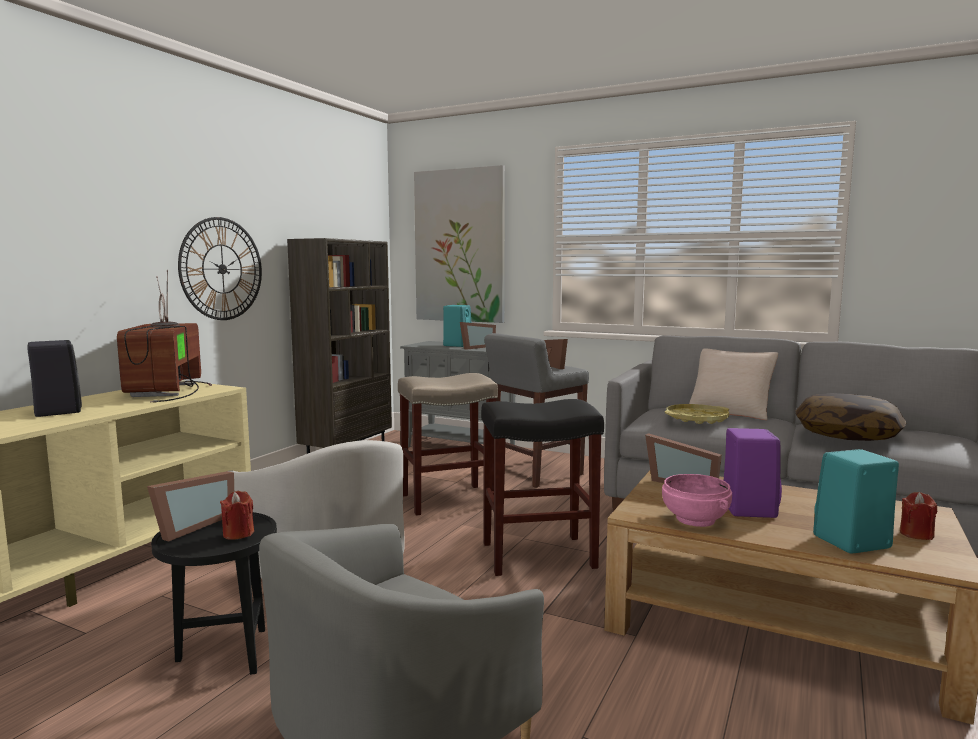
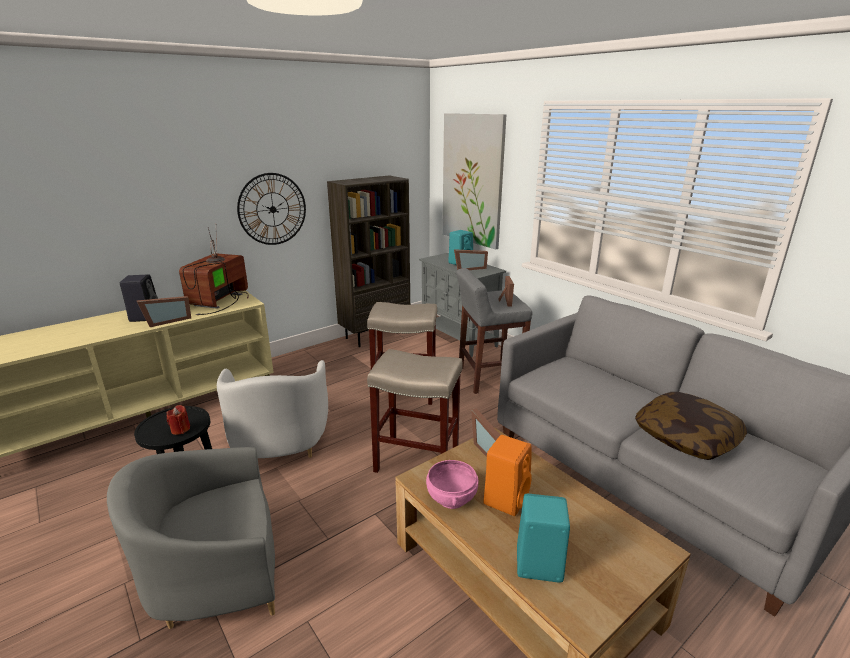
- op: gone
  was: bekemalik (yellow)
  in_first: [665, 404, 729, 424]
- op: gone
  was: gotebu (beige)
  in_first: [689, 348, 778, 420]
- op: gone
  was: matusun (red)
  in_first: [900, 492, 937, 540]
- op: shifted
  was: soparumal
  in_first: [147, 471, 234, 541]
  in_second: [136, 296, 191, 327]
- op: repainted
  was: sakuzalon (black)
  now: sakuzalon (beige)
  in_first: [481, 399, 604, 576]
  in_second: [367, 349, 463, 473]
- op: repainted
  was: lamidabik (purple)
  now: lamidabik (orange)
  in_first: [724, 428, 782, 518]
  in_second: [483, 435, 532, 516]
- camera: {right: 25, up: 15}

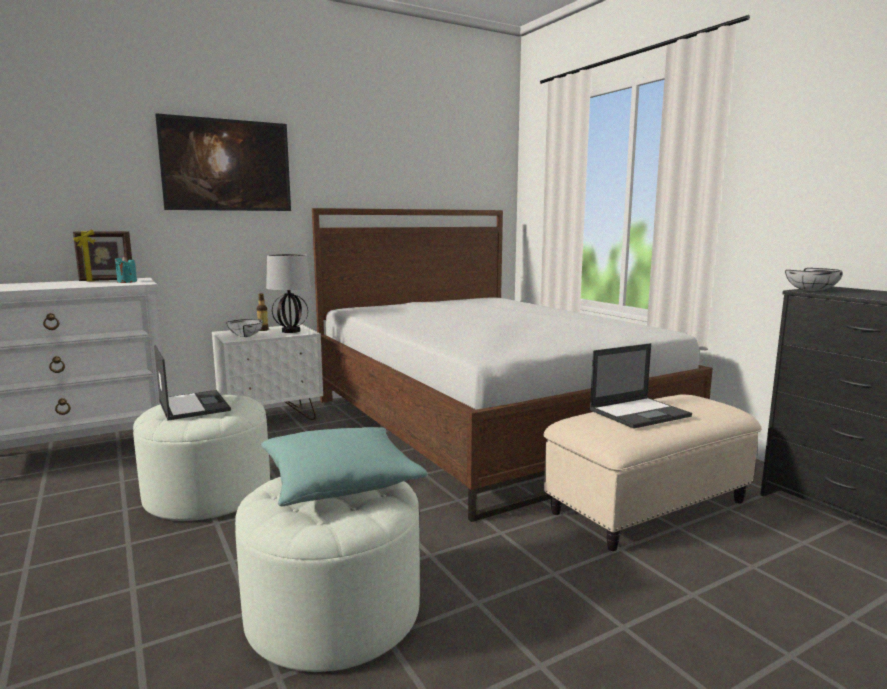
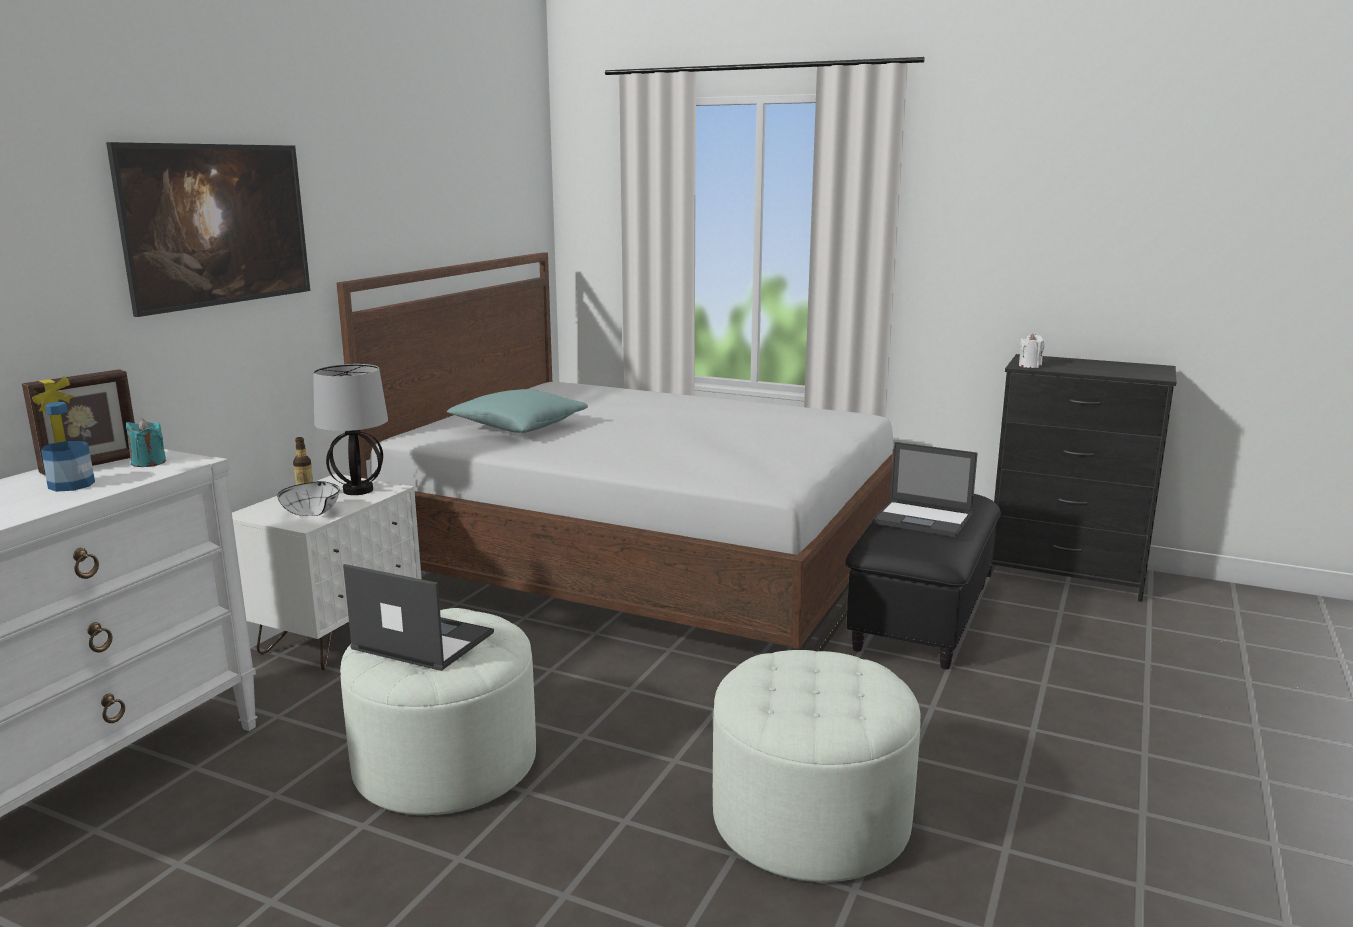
- op: new
  now: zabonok
  in_second: [41, 402, 95, 492]
- op: shifted
  was: gotebu (turquoise)
  in_first: [261, 427, 428, 506]
  in_second: [447, 389, 588, 433]
- op: swapped
  was: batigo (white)
  now: matusun (white)
  in_first: [785, 268, 843, 291]
  in_second: [1019, 333, 1045, 368]
- op: repainted
  was: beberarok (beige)
  now: beberarok (black)
  in_first: [543, 395, 762, 551]
  in_second: [845, 494, 1001, 670]
- op: rotated
  was: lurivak
  in_first: [589, 343, 692, 429]
  in_second: [872, 442, 978, 537]
  clockwise: 90
- camera: {right: -35, up: 5}

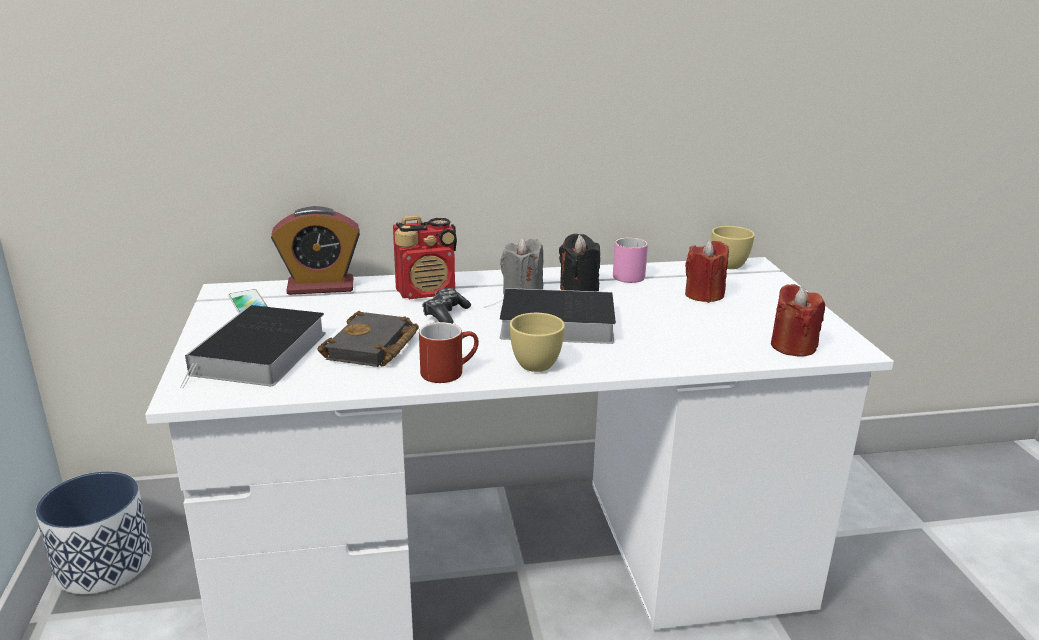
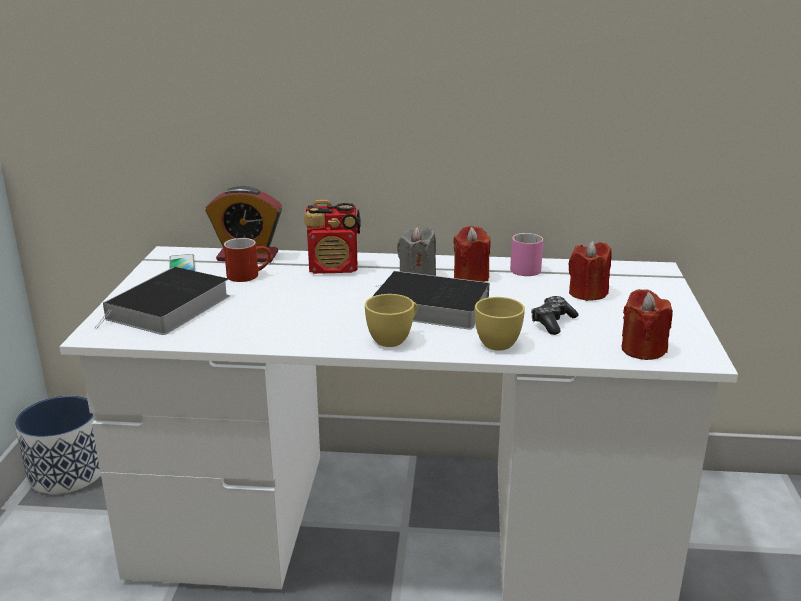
- op: gone
  was: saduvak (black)
  in_first: [317, 311, 419, 367]
- op: shifted
  was: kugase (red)
  in_first: [419, 322, 479, 383]
  in_second: [224, 238, 271, 282]
- op: shifted
  was: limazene
  in_first: [422, 288, 471, 324]
  in_second: [531, 296, 579, 335]
- op: shifted
  was: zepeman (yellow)
  in_first: [711, 226, 755, 269]
  in_second: [475, 297, 525, 351]
- op: repainted
  was: matusun (black)
  now: matusun (red)
  in_first: [559, 234, 600, 291]
  in_second: [453, 226, 491, 282]
- camera: {right: 15, up: 0}

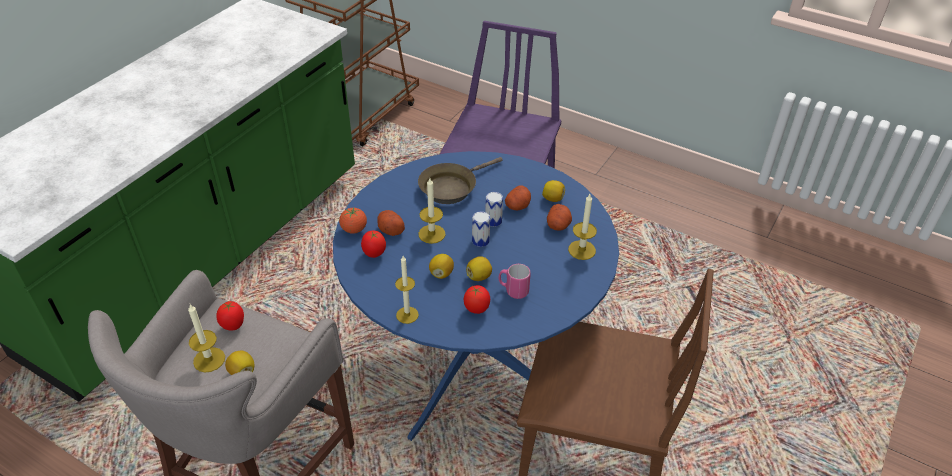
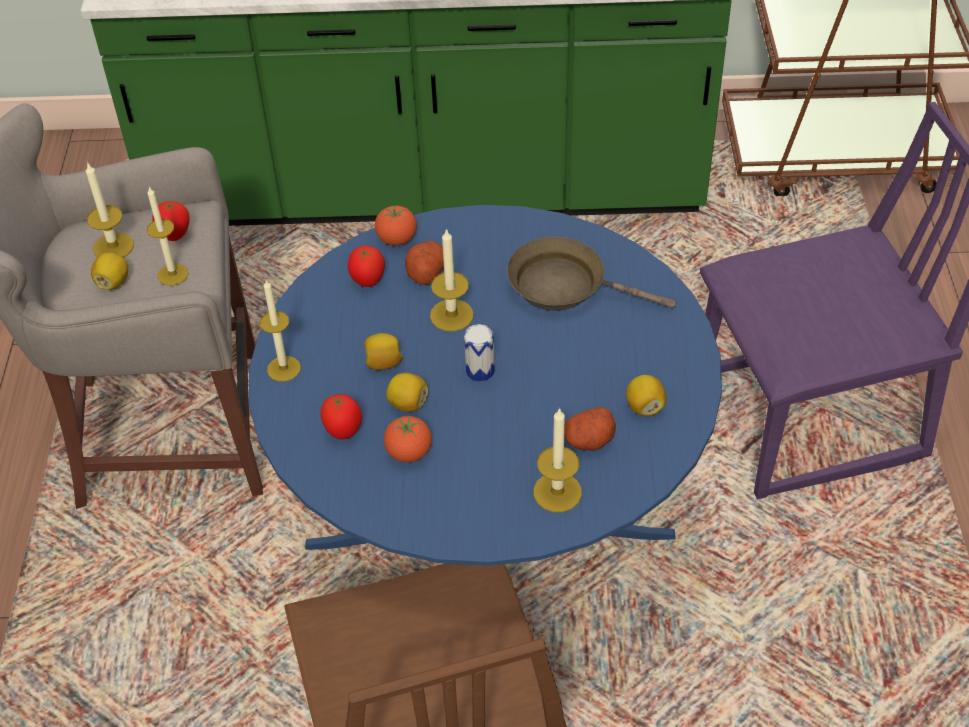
- op: gone
  was: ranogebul
  in_first: [485, 192, 503, 227]
- op: gone
  was: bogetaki
  in_first: [505, 185, 531, 210]
- op: new
  now: matusun
  in_second: [147, 187, 189, 286]
- op: swapped
  was: kugase (pink)
  now: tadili
  in_first: [498, 264, 531, 299]
  in_second: [384, 416, 432, 462]
- camera: {right: 60, up: 5}

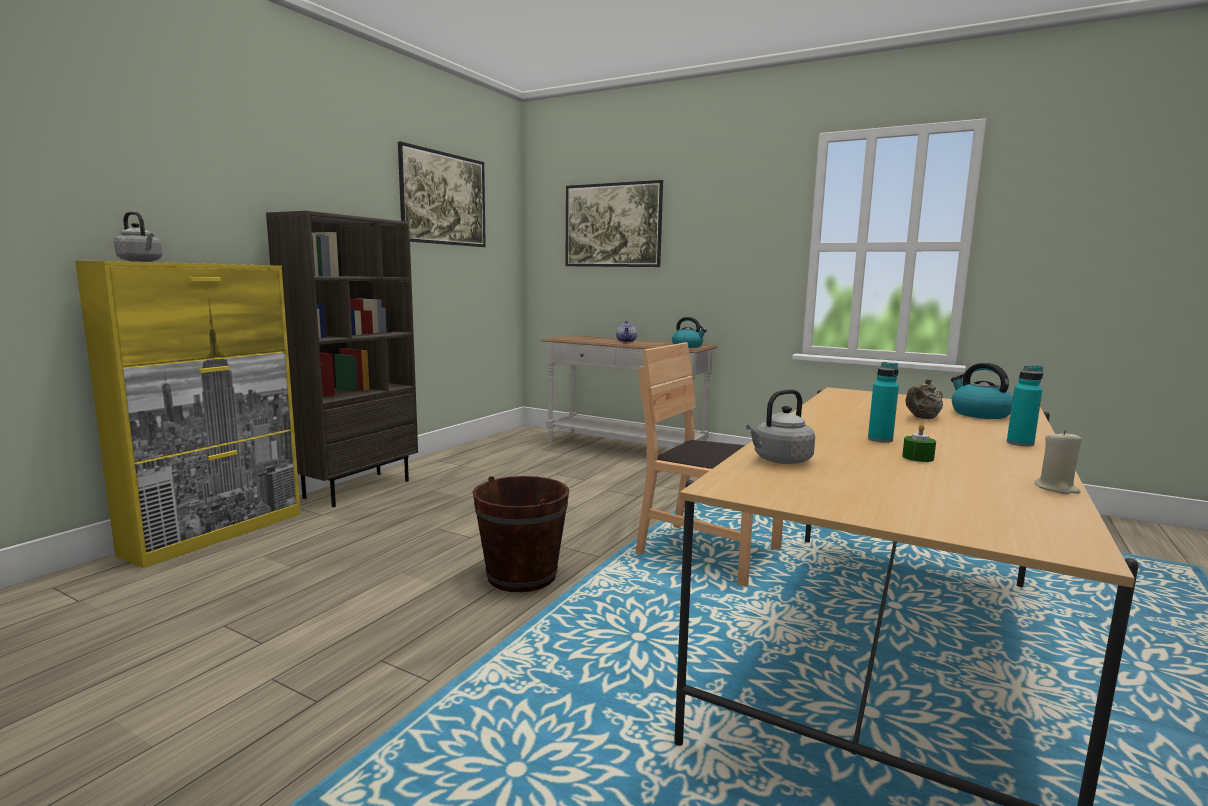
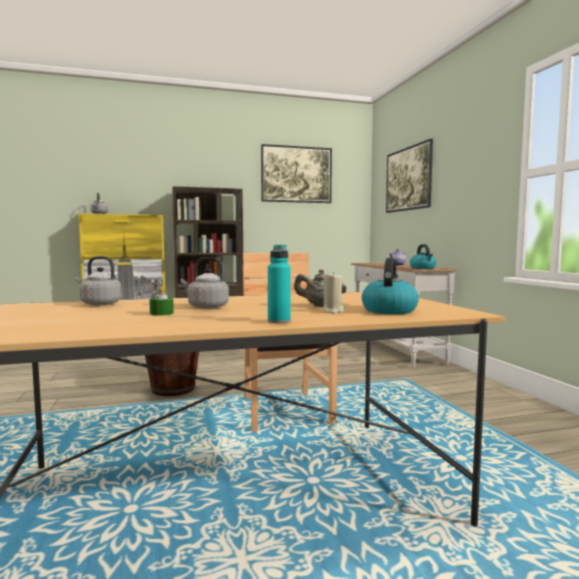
- op: shifted
  was: matusun (beige)
  in_first: [1035, 430, 1082, 494]
  in_second: [321, 272, 345, 314]
- op: swapped
  was: zabonok (turquoise)
  now: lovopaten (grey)
  in_first: [868, 362, 899, 443]
  in_second: [180, 257, 229, 309]
- camera: {right: 45, up: -5}

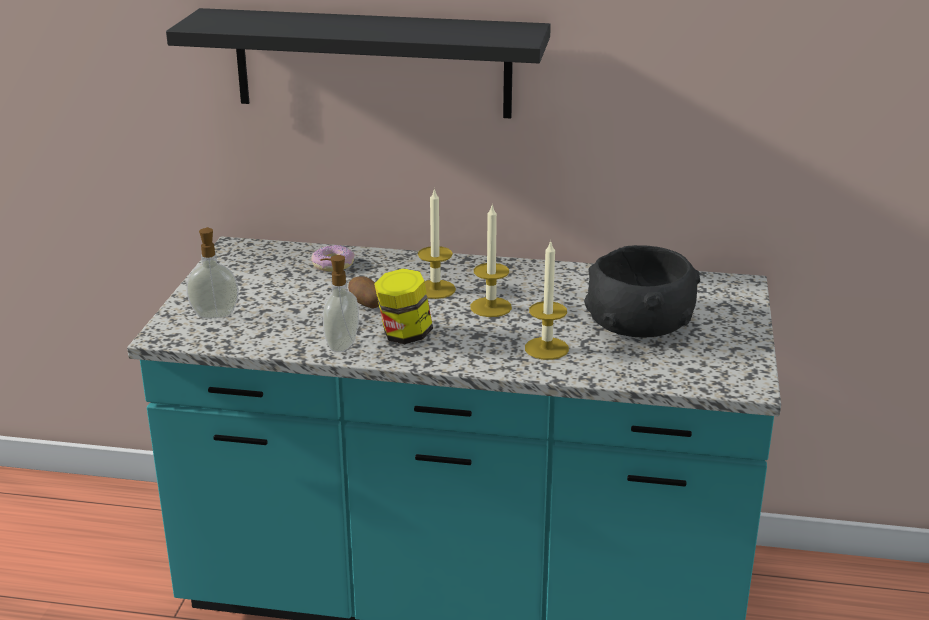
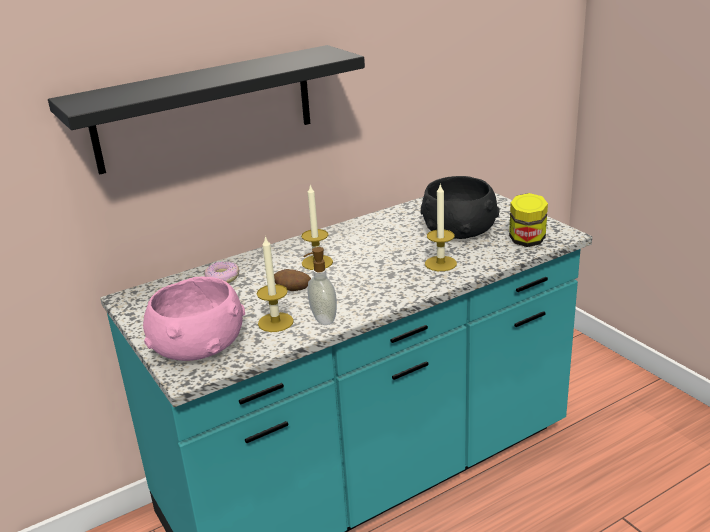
- op: shifted
  was: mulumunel
  in_first: [374, 268, 433, 344]
  in_second: [509, 193, 548, 247]
- op: shifted
  was: matusun
  in_first: [470, 205, 512, 317]
  in_second: [257, 236, 294, 332]
- op: swapped
  was: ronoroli
  now: batigo (pink)
  in_first: [186, 227, 239, 318]
  in_second: [143, 277, 245, 361]
- camera: {right: -40, up: 0}

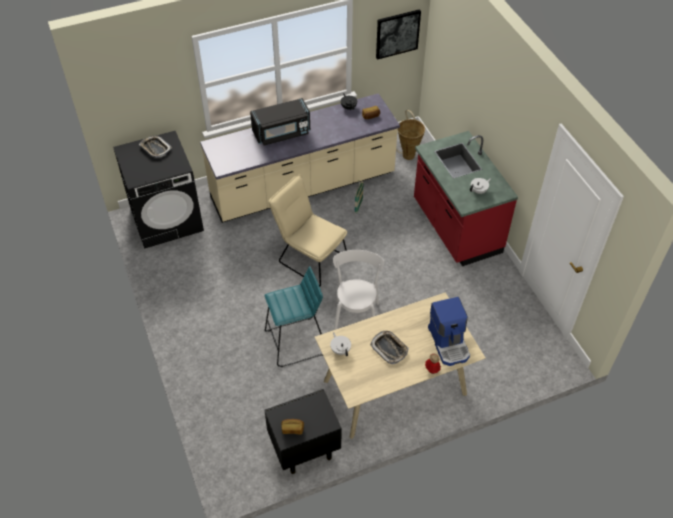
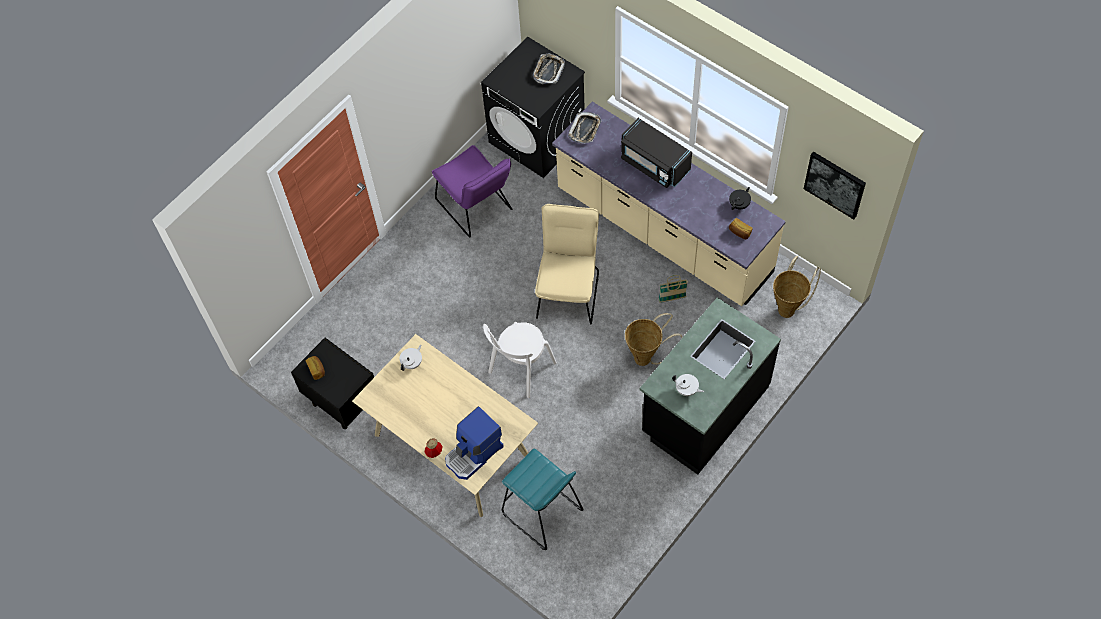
- op: new
  now: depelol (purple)
  in_second: [432, 145, 513, 237]
- op: new
  now: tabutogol
  in_second: [625, 313, 682, 366]
- op: shifted
  was: sakuzalon (turquoise)
  in_first: [264, 266, 323, 367]
  in_second: [502, 449, 584, 550]
- op: shifted
  was: bekemalik
  in_first: [370, 331, 409, 364]
  in_second: [568, 112, 601, 143]
- op: repainted
  was: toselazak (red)
  now: toselazak (black)
  in_first: [414, 131, 518, 266]
  in_second: [640, 297, 781, 475]
- op: rotated
  was: depelol (white)
  in_first: [333, 250, 384, 330]
  in_second: [483, 322, 557, 398]
  clockwise: 150
- camera: {right: 65, up: 10}

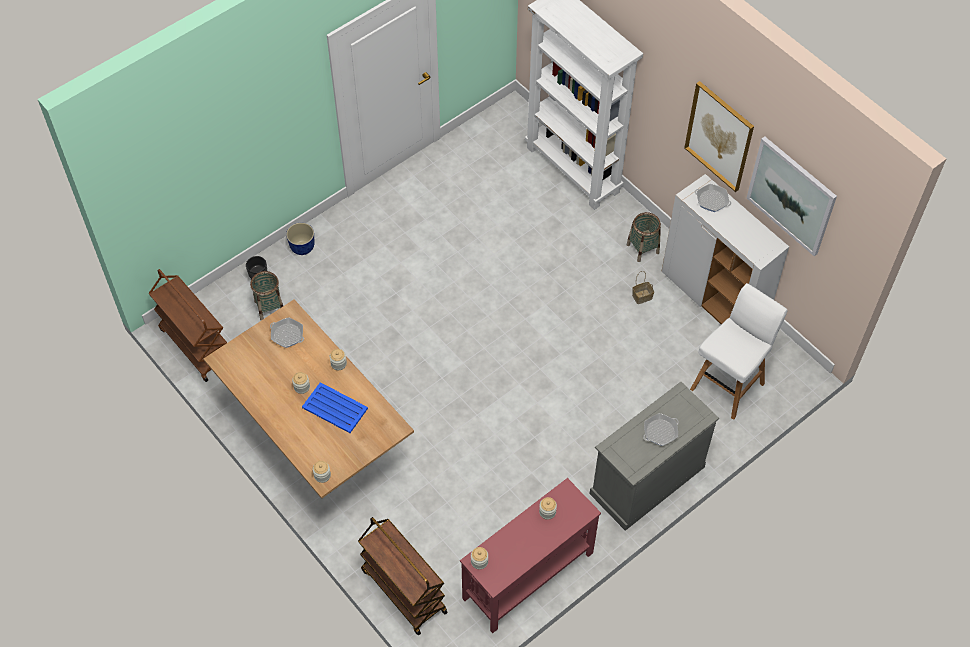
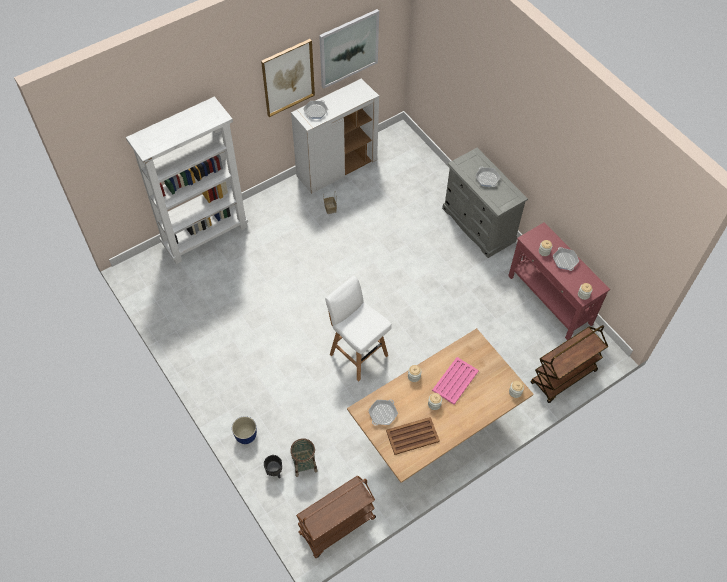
- op: gone
  was: tabutogol
  in_first: [627, 212, 661, 262]
- op: new
  now: bekemalik (brown)
  in_second: [386, 417, 440, 455]
- op: new
  now: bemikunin
  in_second: [553, 247, 579, 271]
- op: shifted
  was: sakuzalon (white)
  in_first: [690, 283, 788, 420]
  in_second: [325, 275, 392, 381]
- op: repainted
  was: bekemalik (blue)
  now: bekemalik (pink)
  in_first: [302, 382, 368, 433]
  in_second: [432, 357, 479, 404]
- camera: {right: -85, up: 0}

